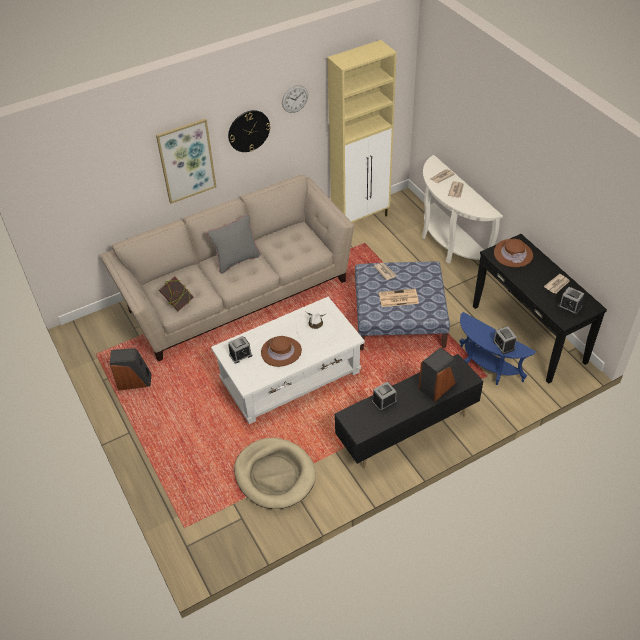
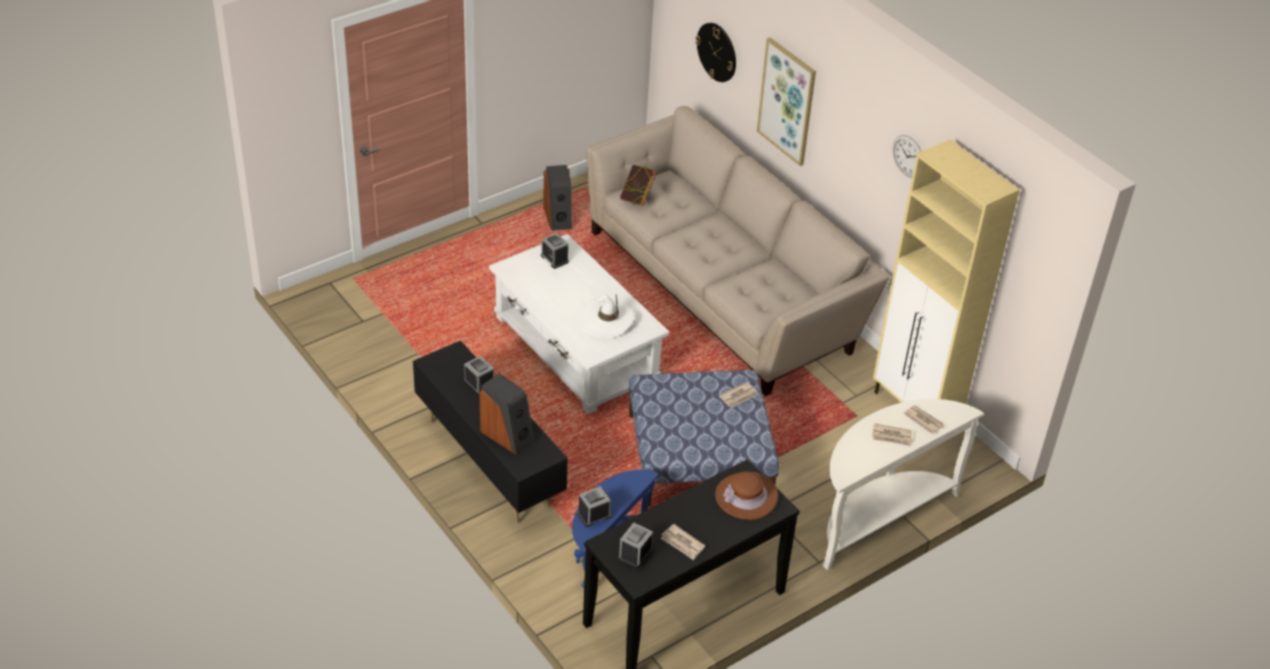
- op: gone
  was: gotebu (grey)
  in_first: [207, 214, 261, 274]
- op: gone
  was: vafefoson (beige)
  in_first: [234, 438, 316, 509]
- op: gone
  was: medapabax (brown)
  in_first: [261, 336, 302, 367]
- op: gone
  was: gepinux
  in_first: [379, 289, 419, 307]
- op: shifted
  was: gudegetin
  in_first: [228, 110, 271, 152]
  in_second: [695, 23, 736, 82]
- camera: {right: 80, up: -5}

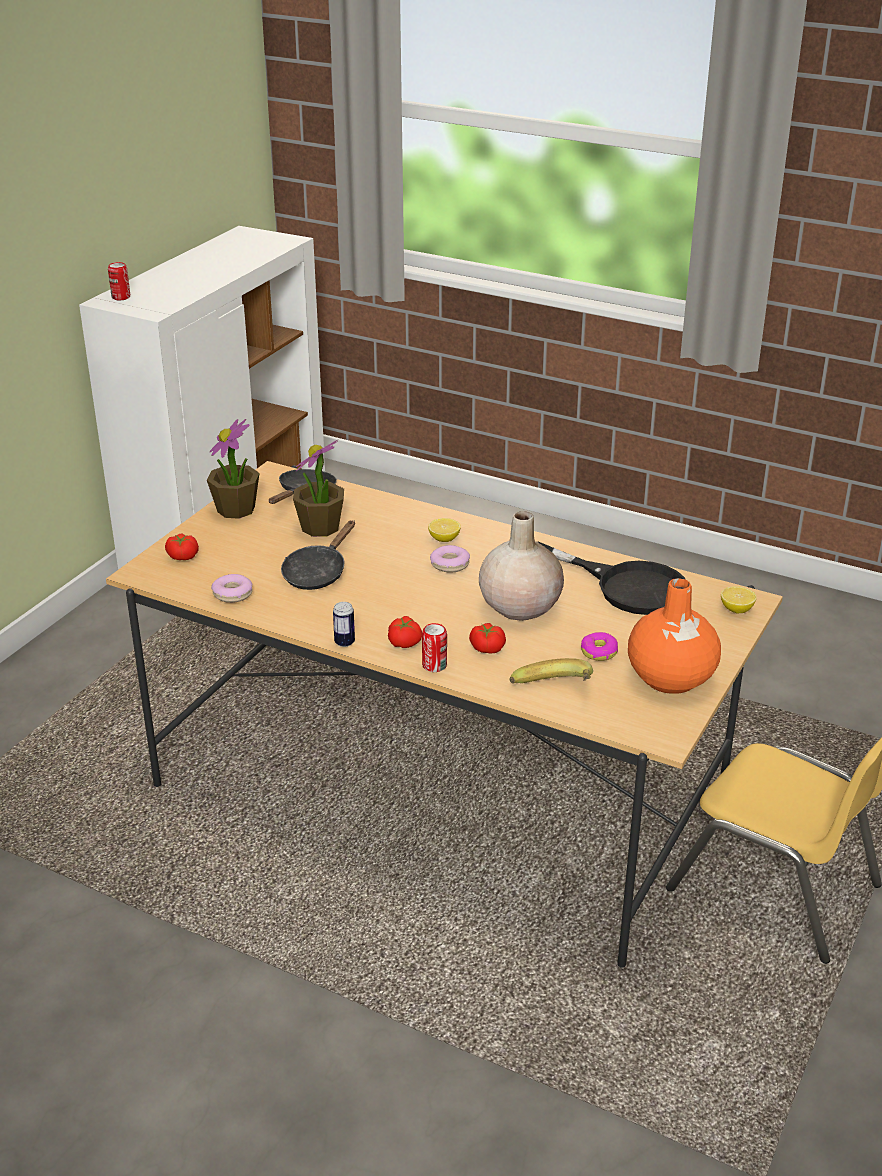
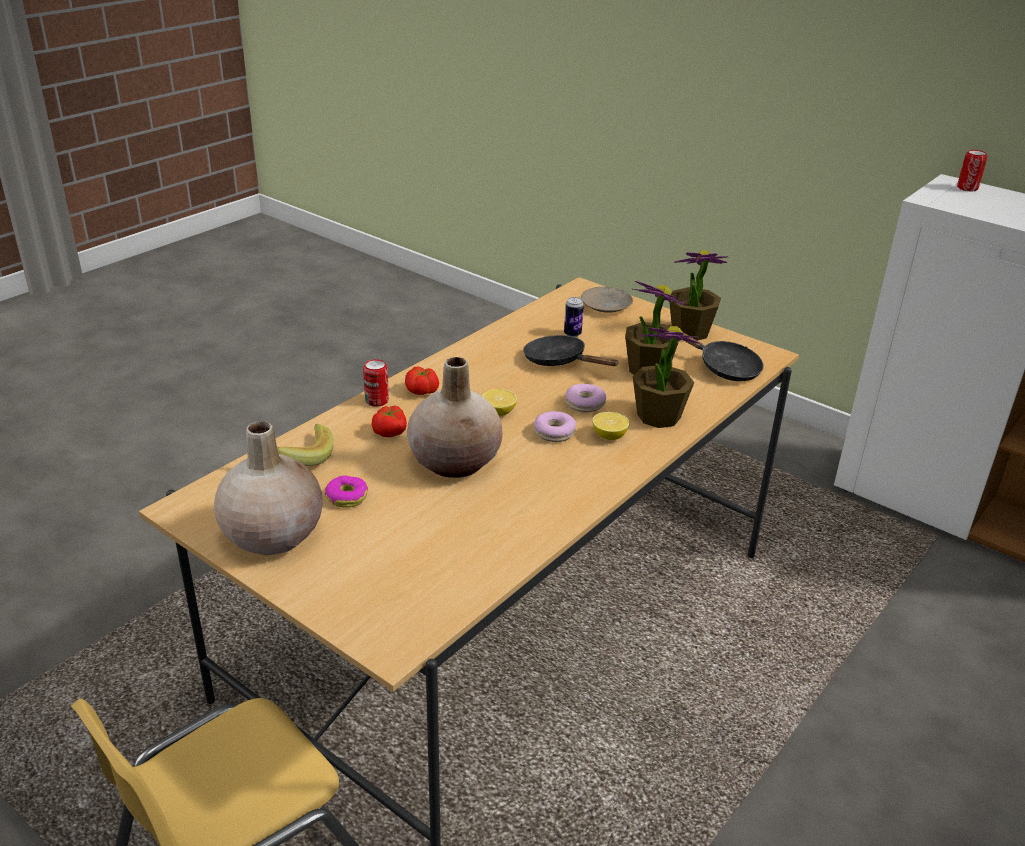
- op: gone
  was: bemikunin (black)
  in_first: [538, 542, 686, 615]
- op: new
  now: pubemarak
  in_second: [633, 326, 699, 428]
- op: shifted
  was: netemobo
  in_first: [211, 574, 253, 603]
  in_second: [565, 384, 607, 413]
- op: shifted
  was: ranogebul
  in_first: [333, 602, 355, 647]
  in_second: [564, 297, 584, 337]
- op: shifted
  was: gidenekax
  in_first: [721, 586, 757, 613]
  in_second: [482, 389, 517, 416]
- op: swapped
  was: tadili
  now: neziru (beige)
  in_first: [165, 533, 199, 560]
  in_second: [581, 287, 633, 313]
- op: repainted
  was: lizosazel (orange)
  now: lizosazel (beige)
  in_first: [628, 578, 721, 694]
  in_second: [214, 421, 323, 555]
- camera: {right: 100, up: 0}

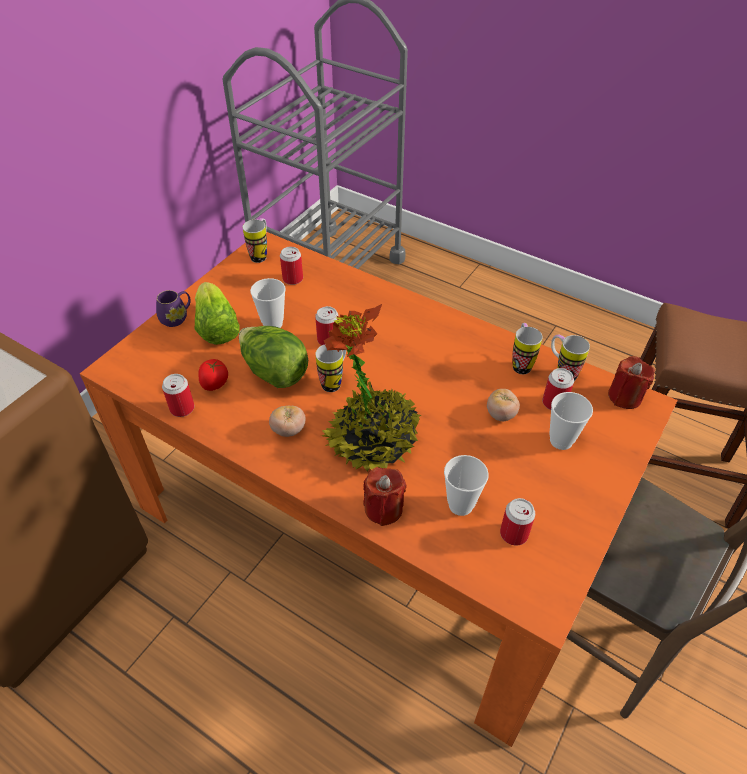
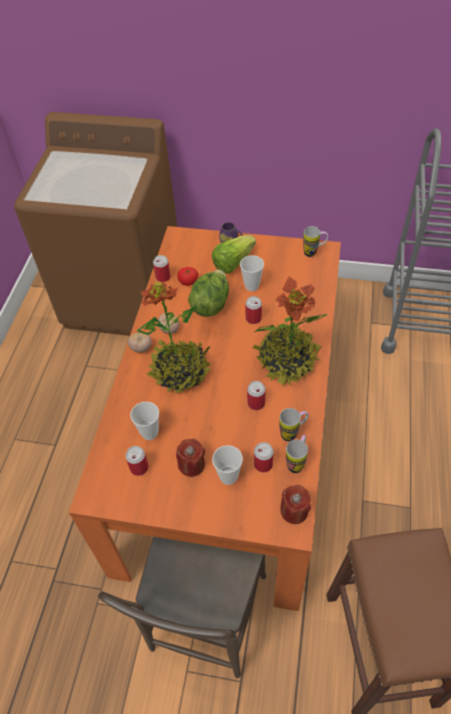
- op: gone
  was: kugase
  in_first: [315, 345, 346, 392]
- op: new
  now: pubemarak
  in_second: [253, 277, 327, 386]
- op: shifted
  was: ranogebul
  in_first: [280, 247, 303, 285]
  in_second: [247, 381, 266, 410]
- op: shifted
  was: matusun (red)
  in_first: [363, 467, 406, 526]
  in_second: [176, 439, 205, 477]
- op: shifted
  was: tadili
  in_first: [487, 389, 520, 421]
  in_second: [128, 332, 152, 353]
- camera: {right: 70, up: 5}

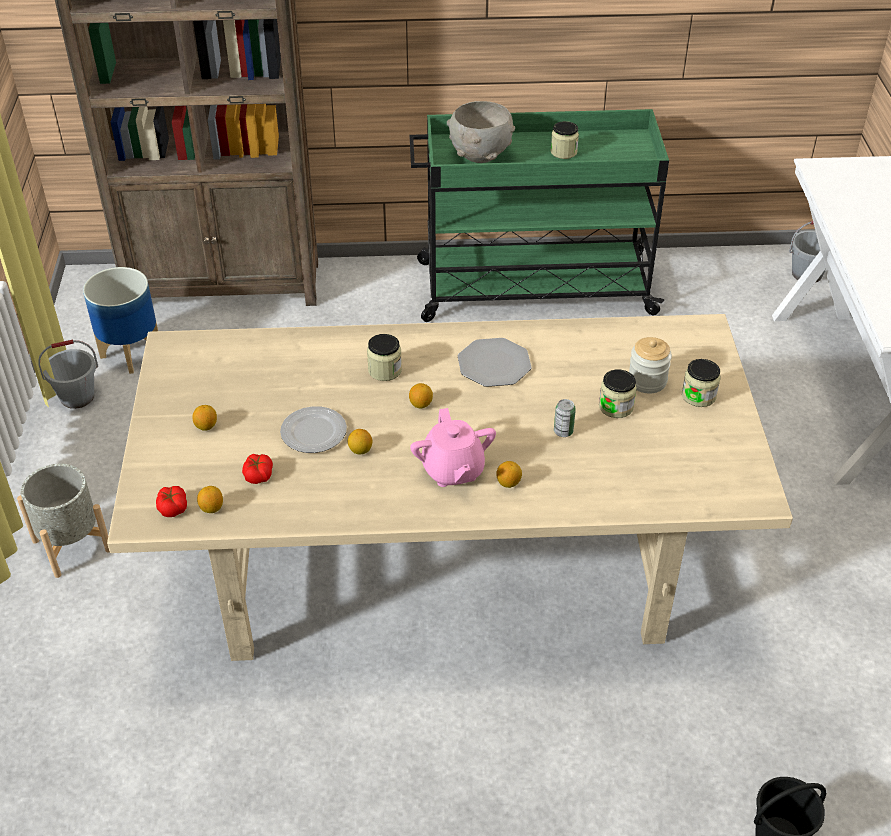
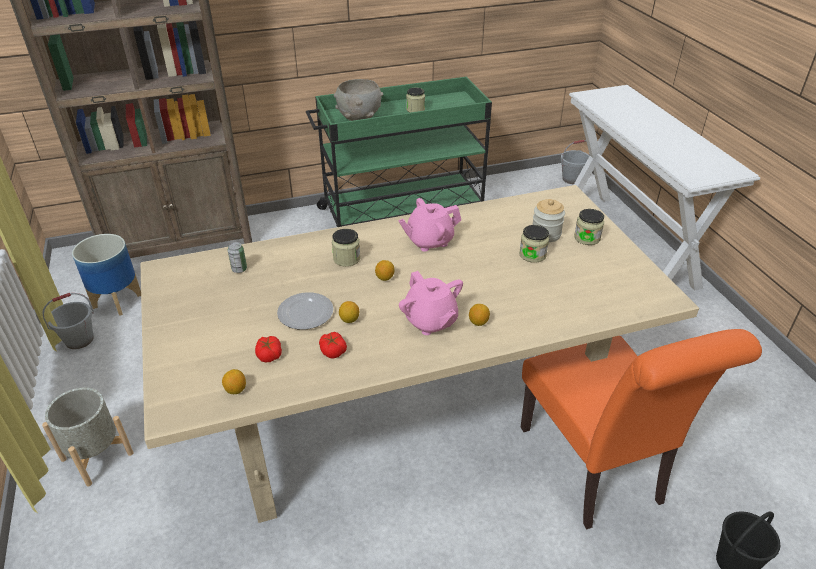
- op: gone
  was: gidenekax
  in_first: [192, 405, 217, 431]
- op: new
  now: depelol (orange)
  in_second: [521, 329, 762, 530]
- op: shifted
  was: tadili
  in_first: [156, 486, 187, 517]
  in_second: [319, 332, 347, 358]
- op: shifted
  was: ranogebul
  in_first: [554, 399, 576, 437]
  in_second: [228, 242, 247, 273]
- op: swapped
  was: neziru
  now: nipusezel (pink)
  in_first: [458, 338, 532, 387]
  in_second: [398, 198, 461, 252]
- camera: {right: -15, up: -5}

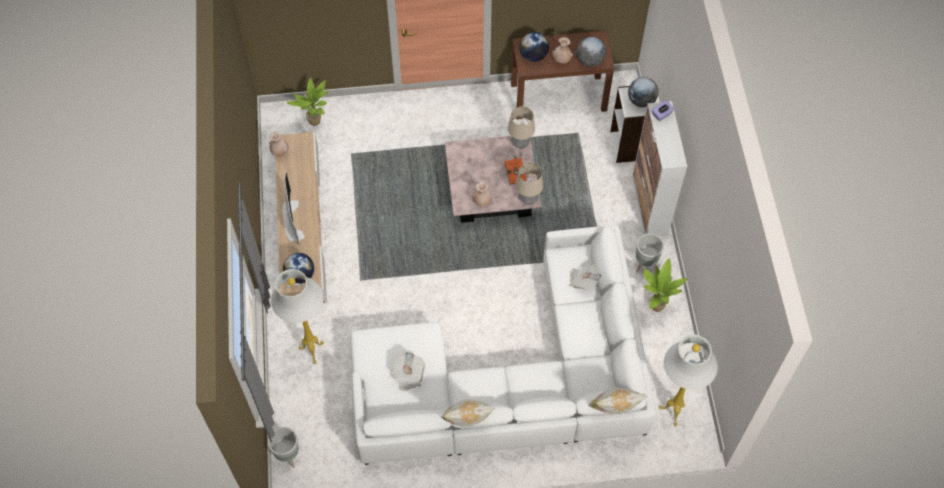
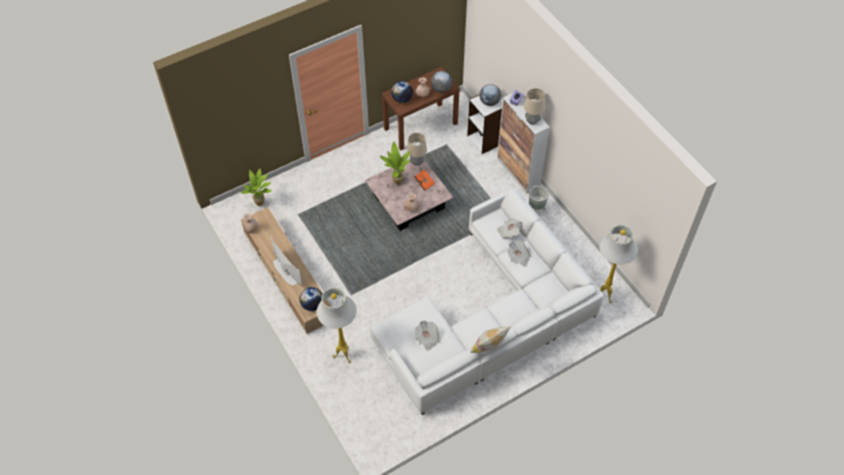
- op: gone
  was: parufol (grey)
  in_first: [268, 427, 299, 468]
- op: gone
  was: gotebu
  in_first: [588, 387, 647, 414]
- op: new
  now: gepinux
  in_second: [507, 241, 531, 267]
- op: shifted
  was: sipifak
  in_first: [515, 163, 543, 205]
  in_second: [524, 88, 545, 124]
- op: shifted
  was: pubemarak
  in_first: [643, 259, 687, 312]
  in_second: [380, 142, 411, 185]
- camera: {right: -25, up: -5}

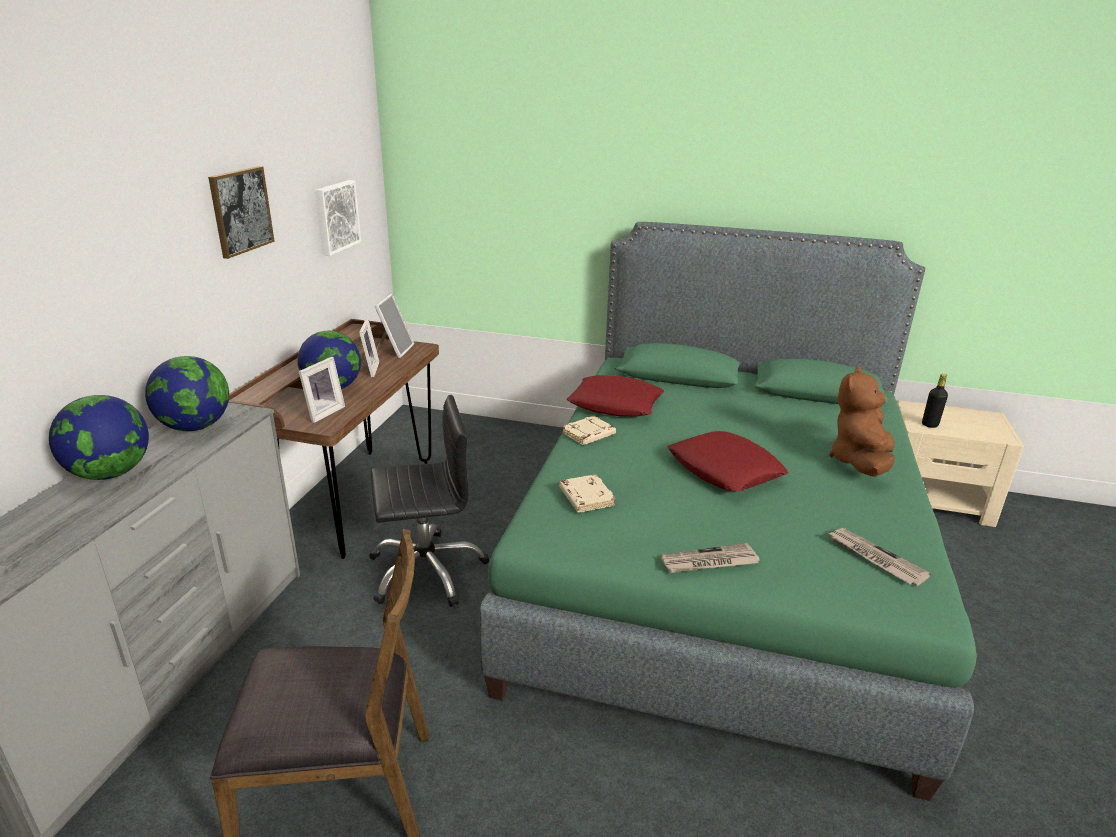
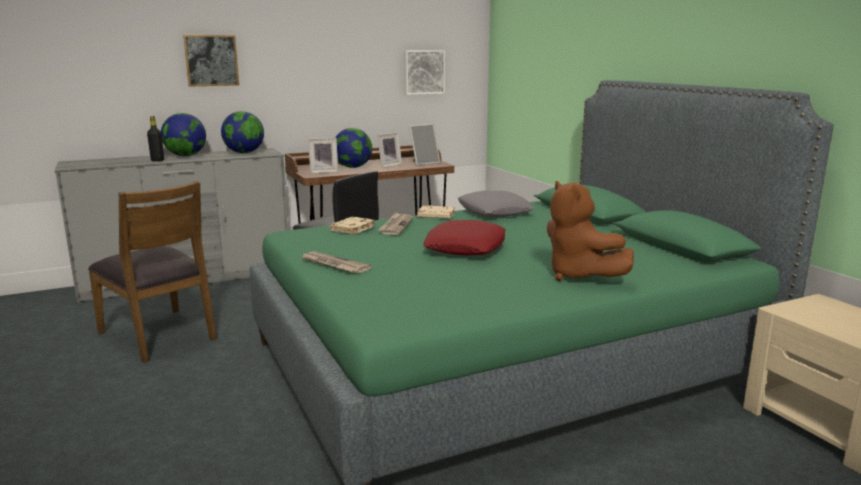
- op: shifted
  was: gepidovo
  in_first: [208, 166, 275, 259]
  in_second: [183, 35, 239, 87]
- op: shifted
  was: gepinux
  in_first: [828, 528, 931, 586]
  in_second: [378, 212, 413, 235]
- op: shifted
  was: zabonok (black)
  in_first: [922, 374, 948, 428]
  in_second: [147, 116, 164, 161]
- op: repainted
  was: gotebu (red)
  now: gotebu (grey)
  in_first: [567, 375, 665, 416]
  in_second: [458, 191, 534, 217]
- op: rotated
  was: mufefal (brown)
  in_first: [829, 367, 895, 477]
  in_second: [547, 181, 634, 281]
  clockwise: -105
- camera: {right: 50, up: -10}

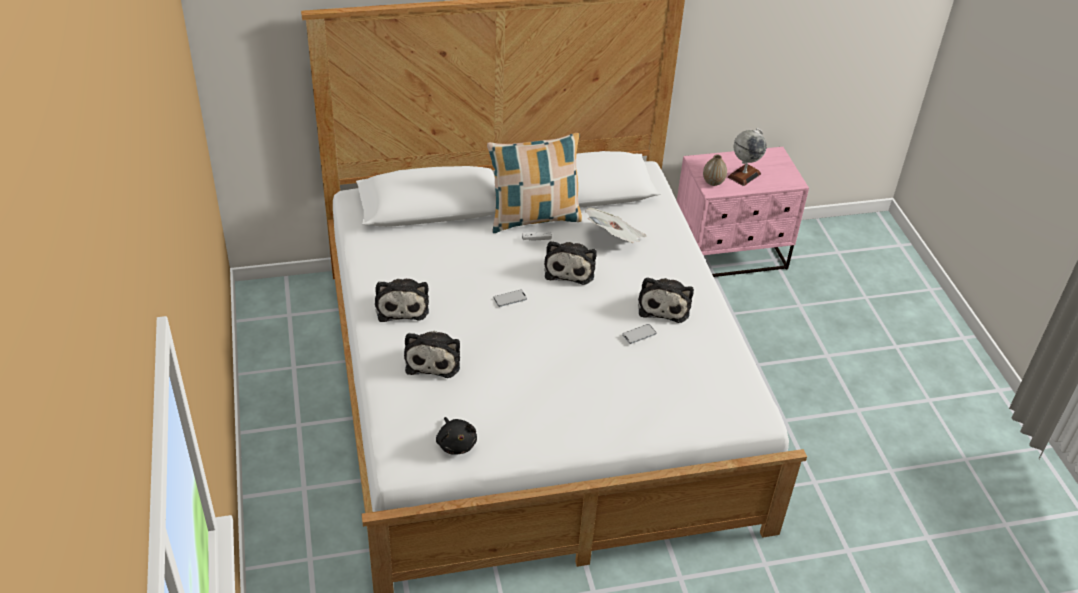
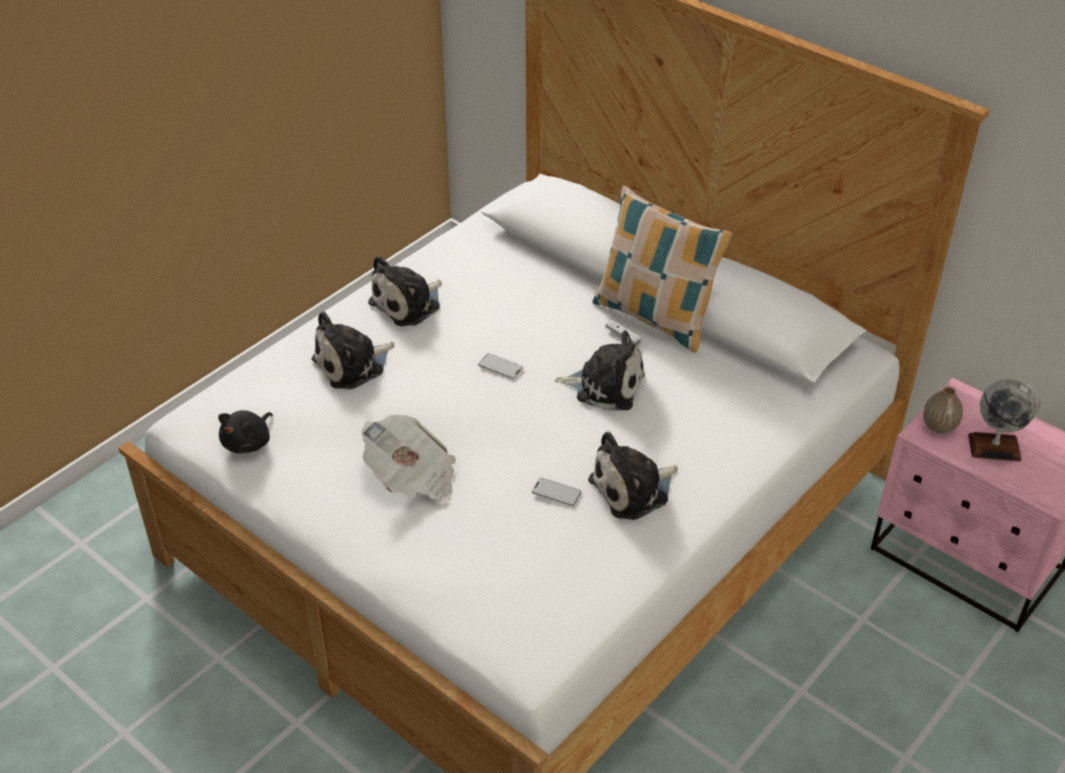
- op: shifted
  was: gepinux
  in_first: [585, 208, 646, 243]
  in_second: [361, 415, 456, 502]
- op: rotated
  was: mufefal
  in_first: [544, 241, 597, 285]
  in_second: [555, 330, 645, 411]
  clockwise: -135
- camera: {right: 55, up: 0}

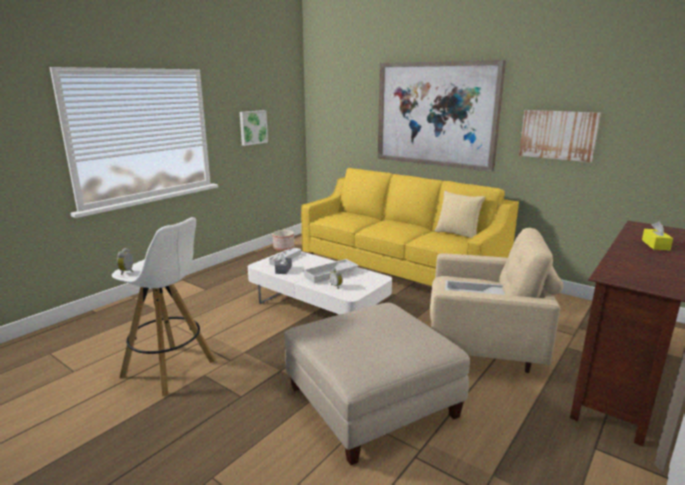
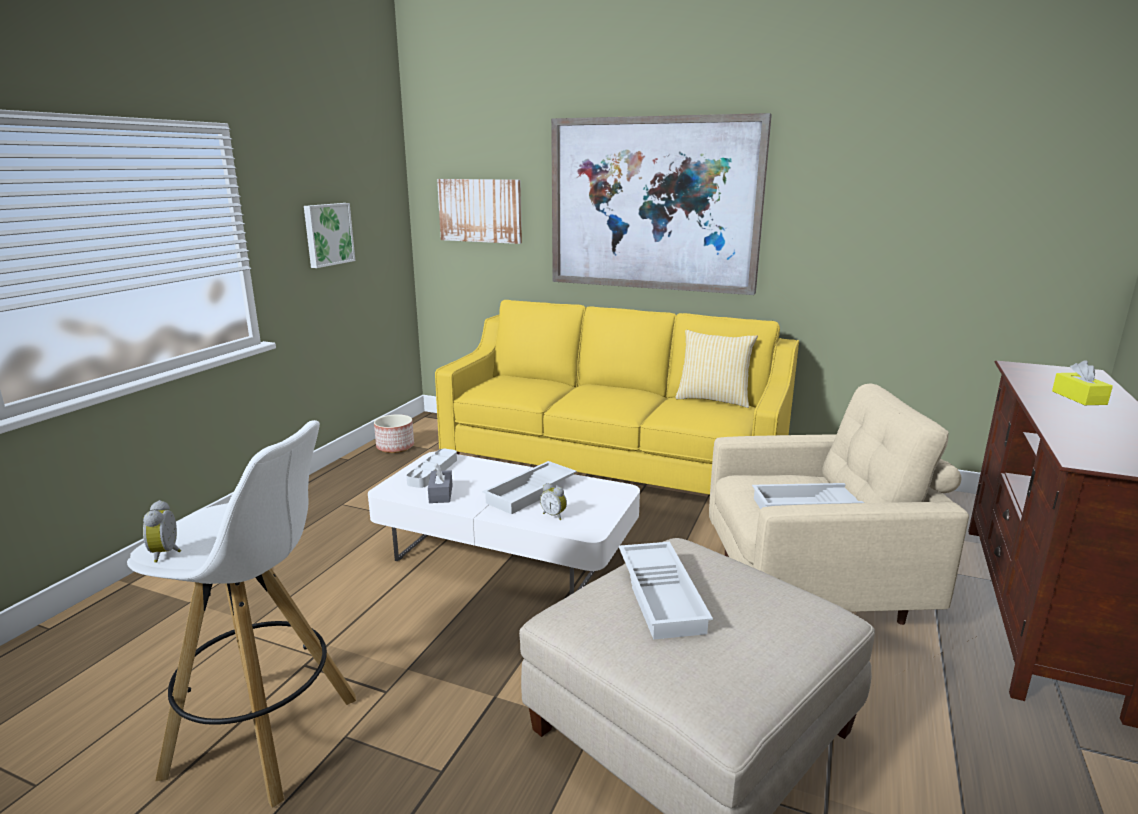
- op: new
  now: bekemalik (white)
  in_second: [619, 542, 713, 640]
- op: shifted
  was: gepidovo
  in_first: [519, 110, 601, 162]
  in_second: [437, 179, 522, 244]
- camera: {right: -15, up: 0}

